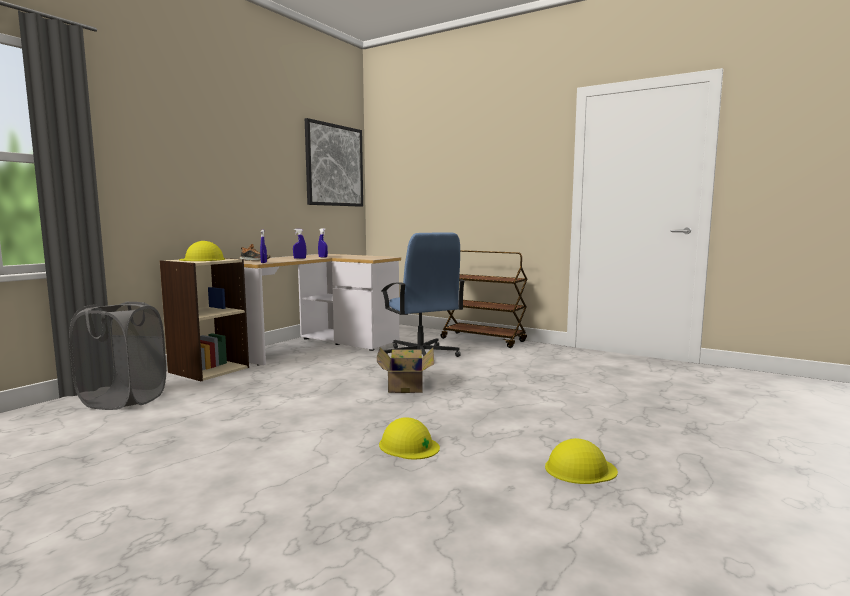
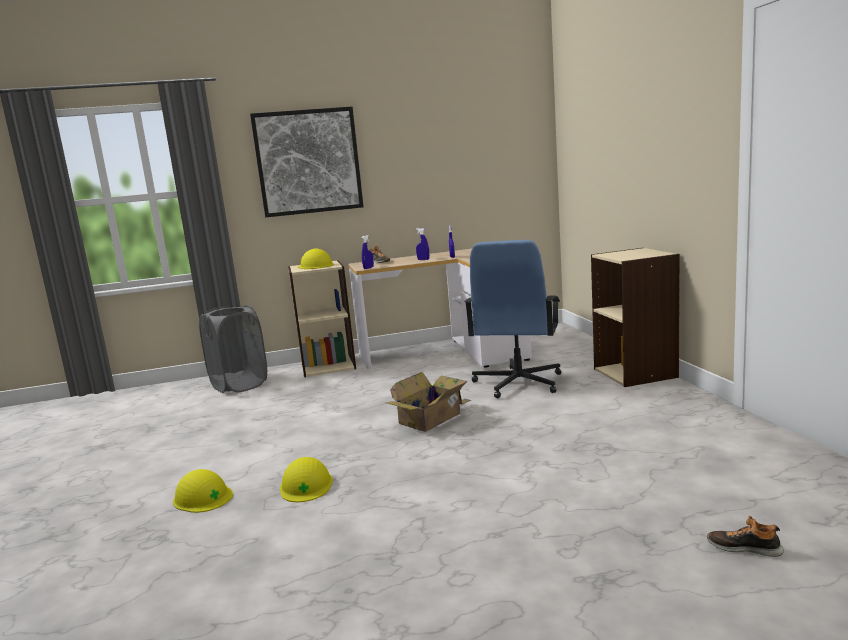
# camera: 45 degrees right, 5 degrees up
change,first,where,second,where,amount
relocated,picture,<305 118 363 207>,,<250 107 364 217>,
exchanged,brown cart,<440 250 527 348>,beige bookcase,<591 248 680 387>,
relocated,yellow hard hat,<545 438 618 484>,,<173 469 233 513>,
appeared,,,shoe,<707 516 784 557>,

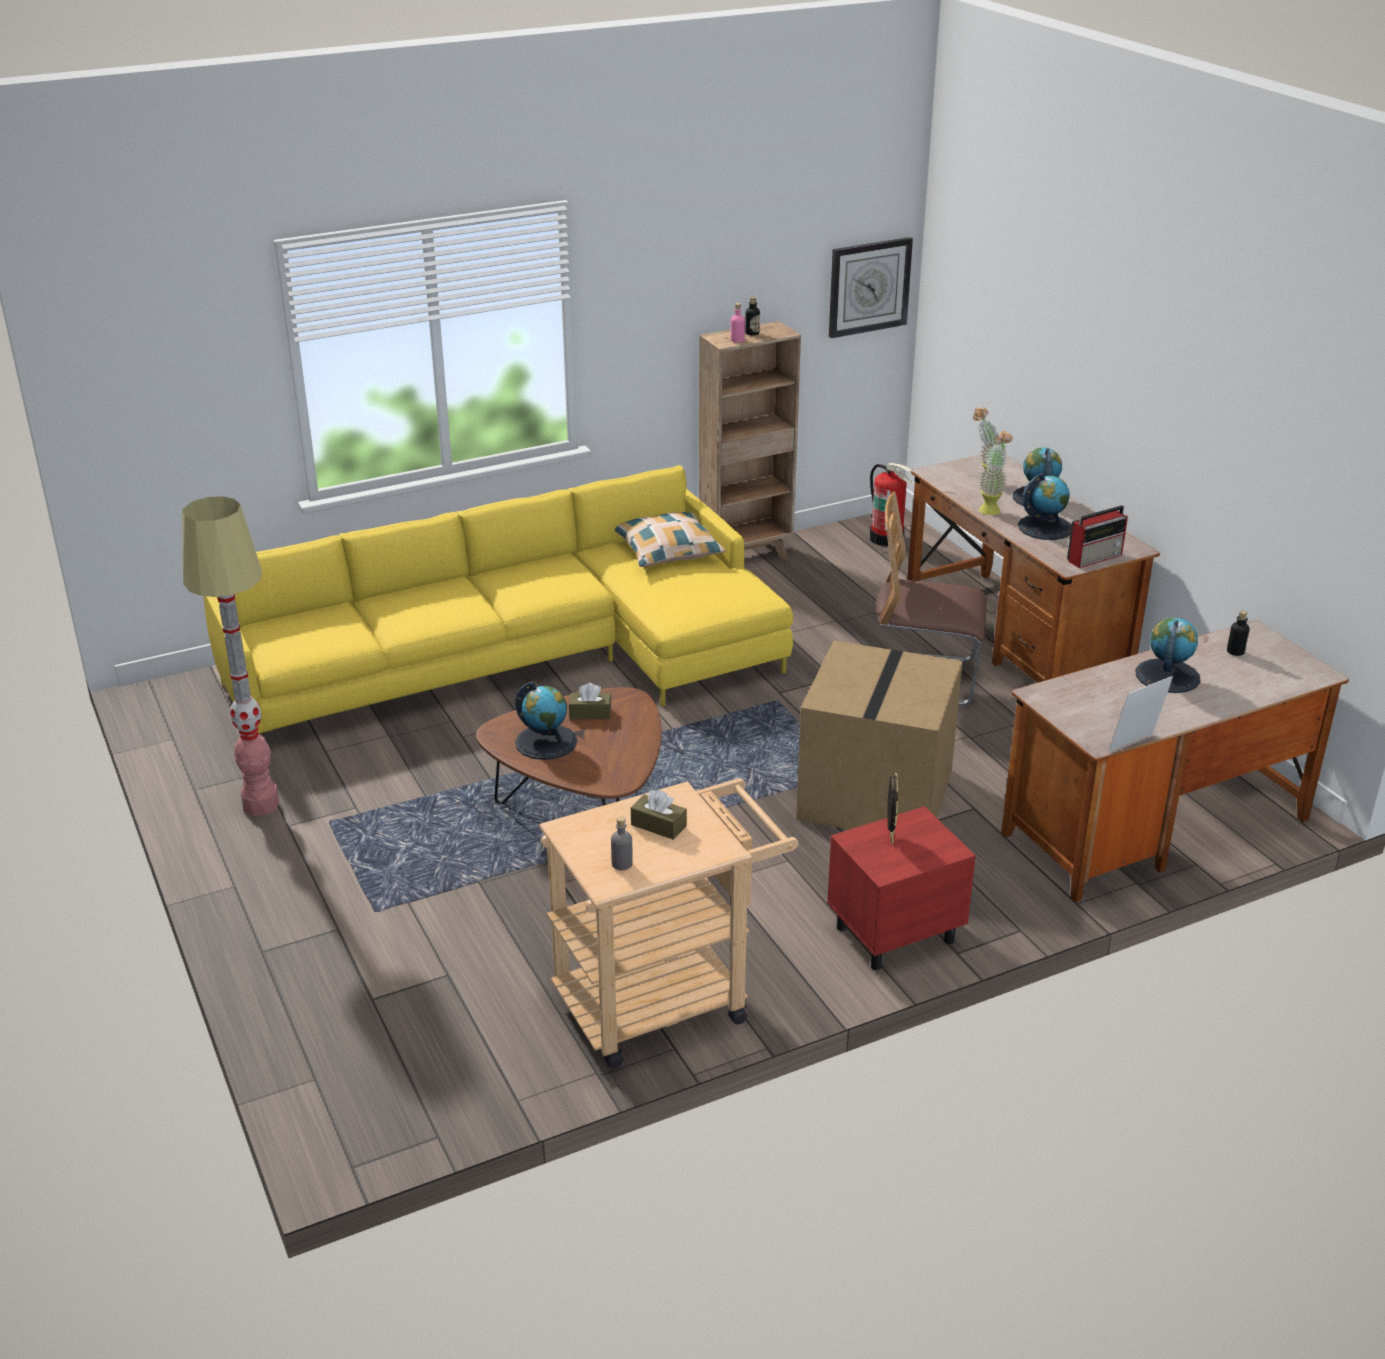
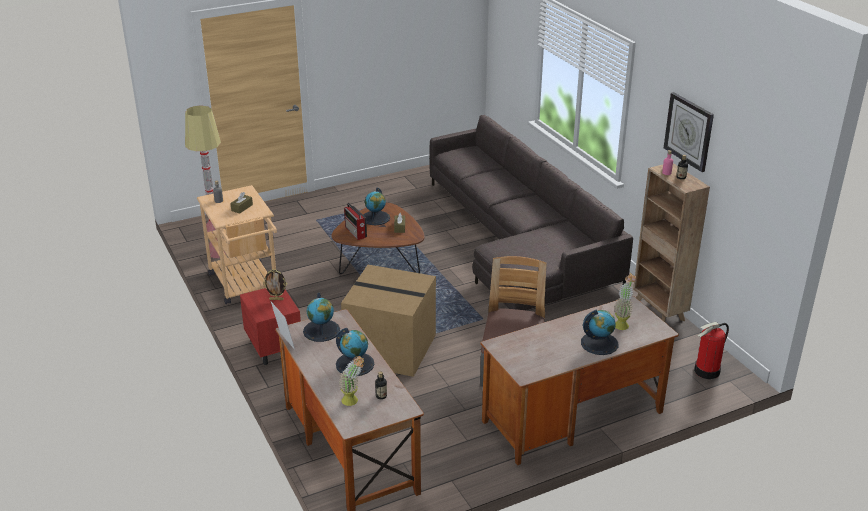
# camera: 90 degrees right, 0 degrees up
change,first,where,second,where,amount
relocated,floor lamp,<182 496 280 816>,,<185 105 226 258>,
colour,yellow sofa,<204 465 793 734>,grey sofa,<429 115 633 310>,
missing,pillow,<615 512 726 567>,,,
relocated,wall clock,<829 237 913 338>,,<664 92 714 172>,
relocated,potted plant,<979 430 1013 515>,,<339 356 365 406>,
relocated,globe,<1018 473 1072 540>,,<303 293 340 342>,
relocated,radio,<1067 505 1128 568>,,<344 203 367 240>,

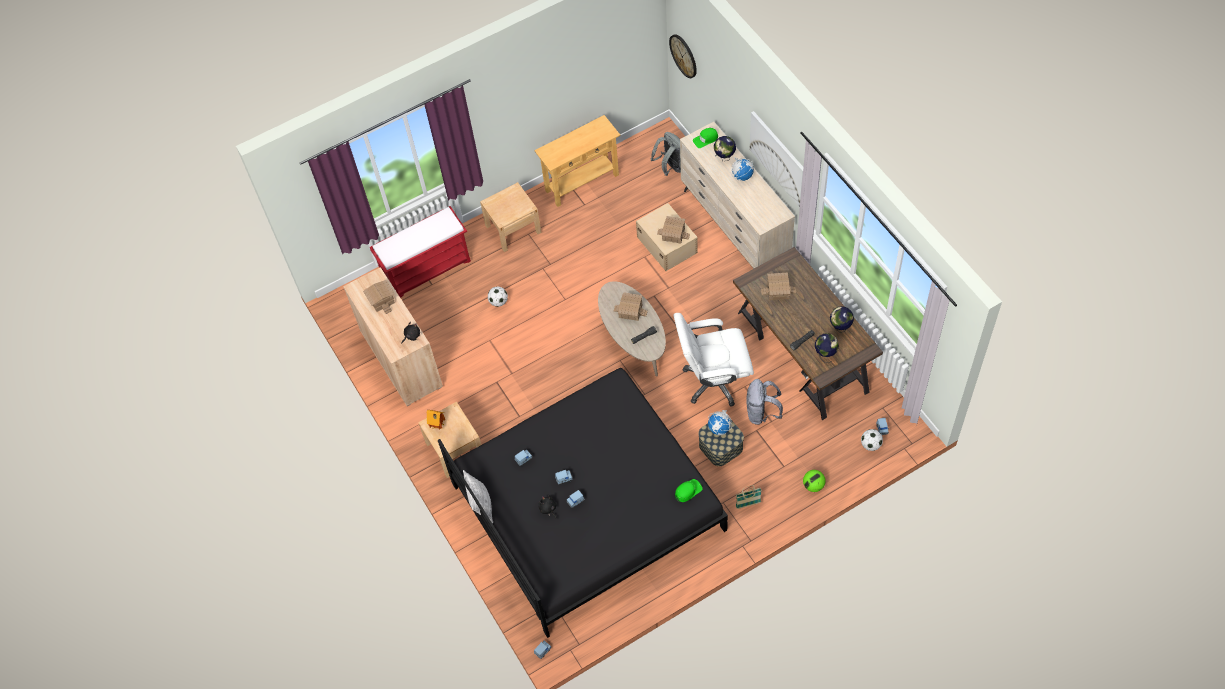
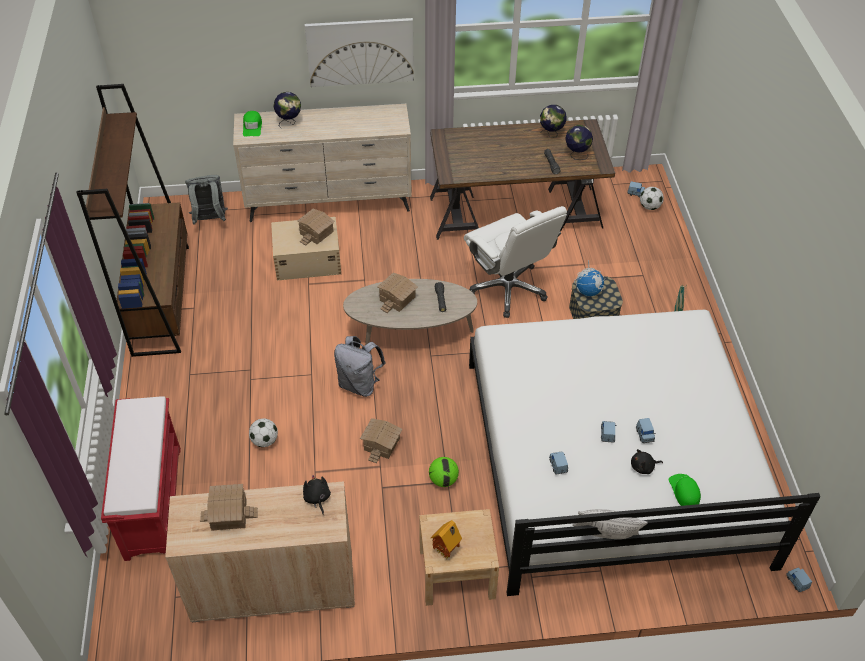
# camera: 70 degrees left, 10 degrees down
change,first,where,second,where,amount
colour,black bed,<438 368 728 638>,white bed,<469 310 820 596>,
missing,beige nightstand,<480 182 541 252>,,,
exchanged,beige console table,<534 115 620 207>,brown bookcase,<76 84 189 357>,
missing,wall clock,<669 34 697 78>,,,
spun,white office chair,<674 313 754 407>,,<464 206 567 318>,45 degrees counterclockwise
relocated,green cap,<675 479 703 502>,,<669 474 701 506>,
missing,globe,<731 157 754 181>,,,
relocated,grey backpack,<746 379 783 425>,,<334 336 386 397>,
relocated,toy house,<761 273 796 300>,,<360 418 403 463>,
relocated,football,<803 470 826 492>,,<429 457 459 487>,

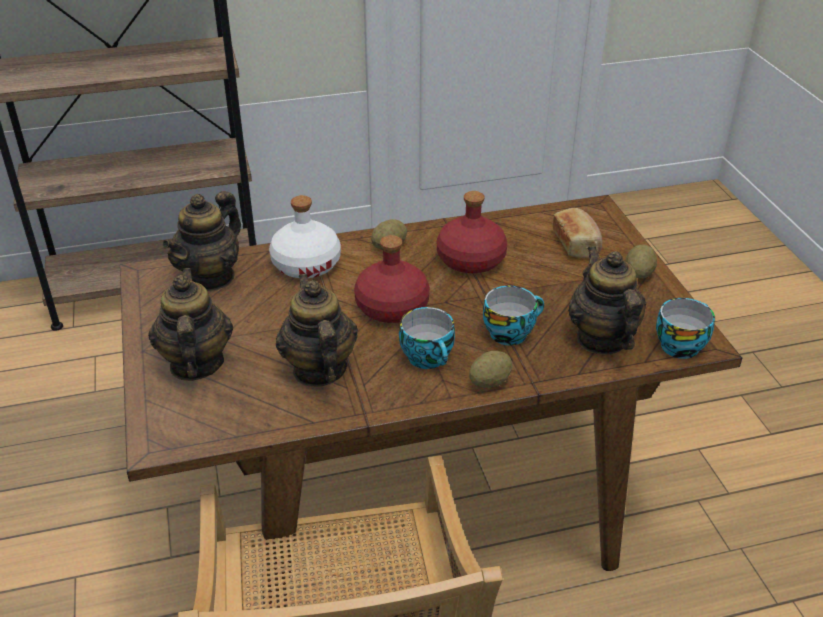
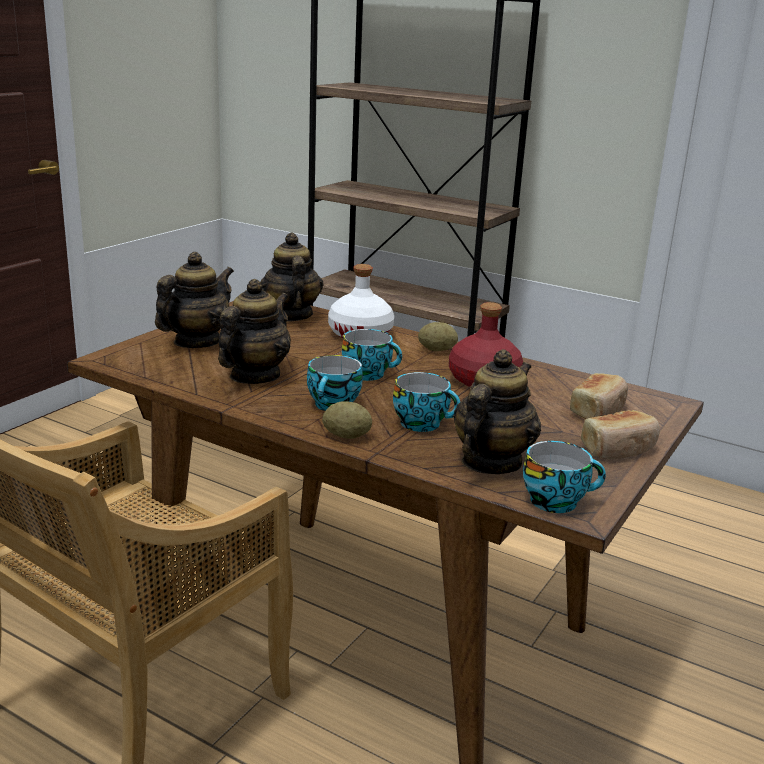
# camera: 45 degrees right, 15 degrees down
change,first,where,second,where,amount
spun,teapot,<162 191 241 292>,,<260 233 324 321>,90 degrees clockwise
exchanged,red bottle,<354 235 430 323>,cup,<342 329 402 381>,
exchanged,potato,<626 244 657 278>,bread,<581 410 660 459>,

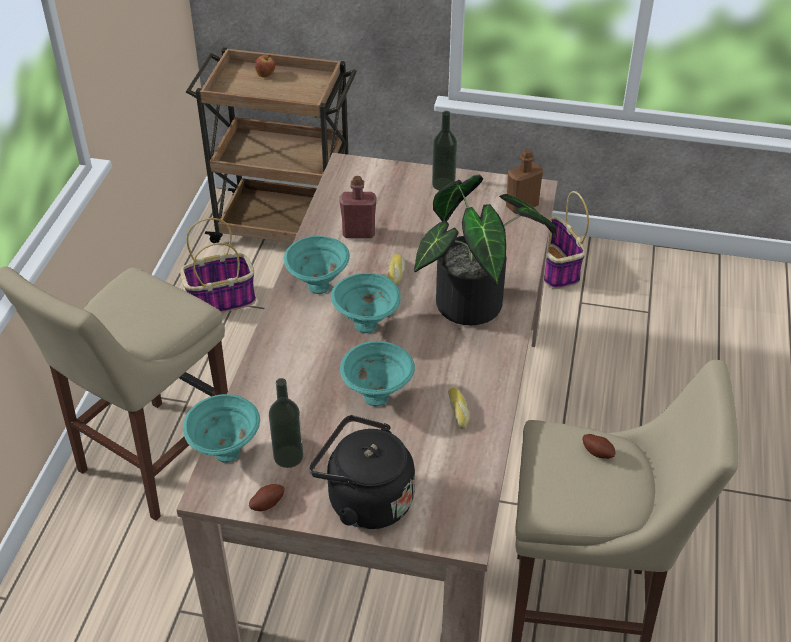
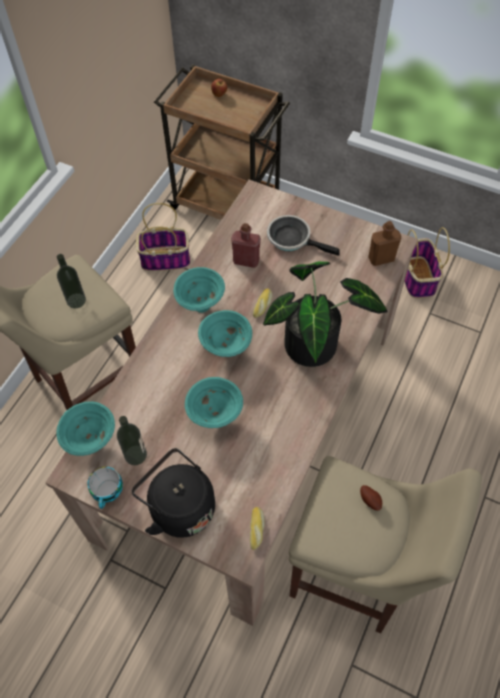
# camera: 15 degrees right, 15 degrees up
change,first,where,second,where,amount
exchanged,potato,<249 484 285 511>,cup,<88 467 123 509>,
relocated,bottle,<432 111 457 191>,,<57 254 86 308>,
relocated,bread,<448 388 470 429>,,<250 507 265 550>,
appeared,,,frying pan,<267 215 340 256>,

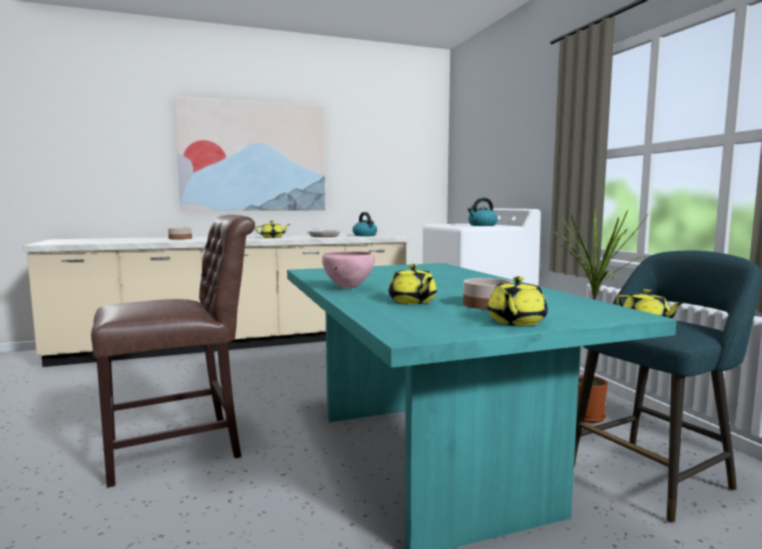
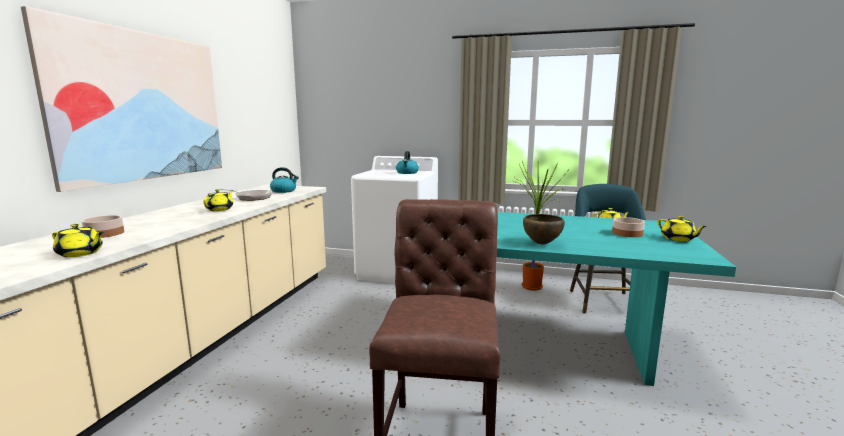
# camera: 55 degrees left, 5 degrees up
change,first,where,second,where,amount
colour,pink bowl,<322 251 375 289>,brown bowl,<523 214 565 244>,
relocated,yellow teapot,<389 264 437 304>,,<52 224 104 257>,

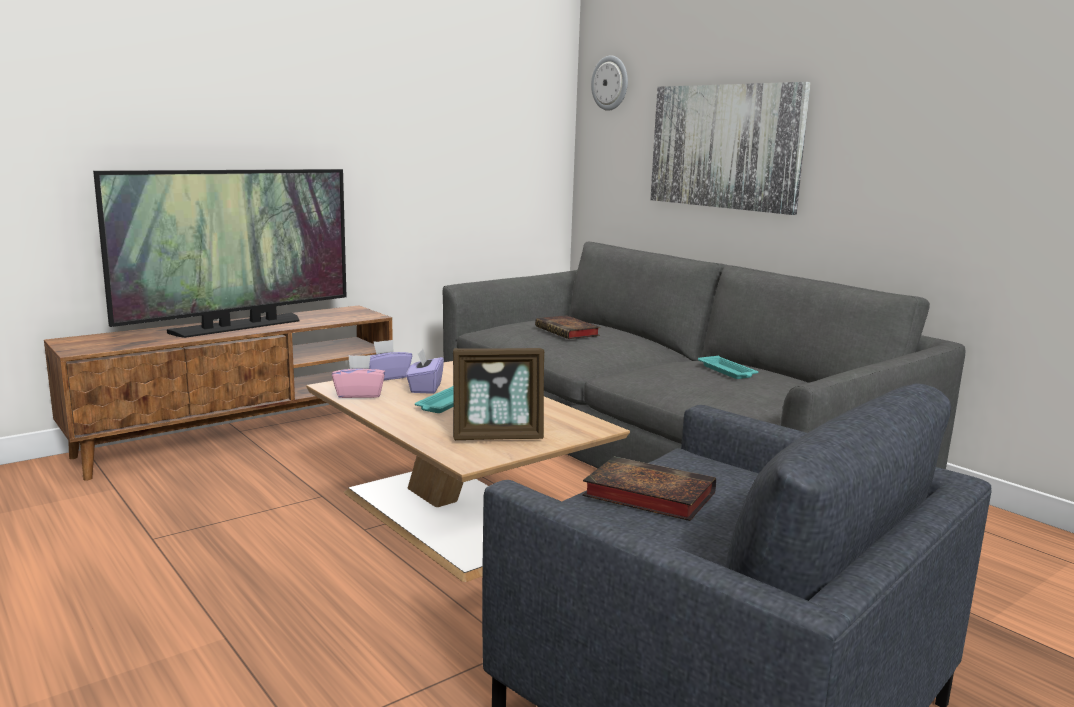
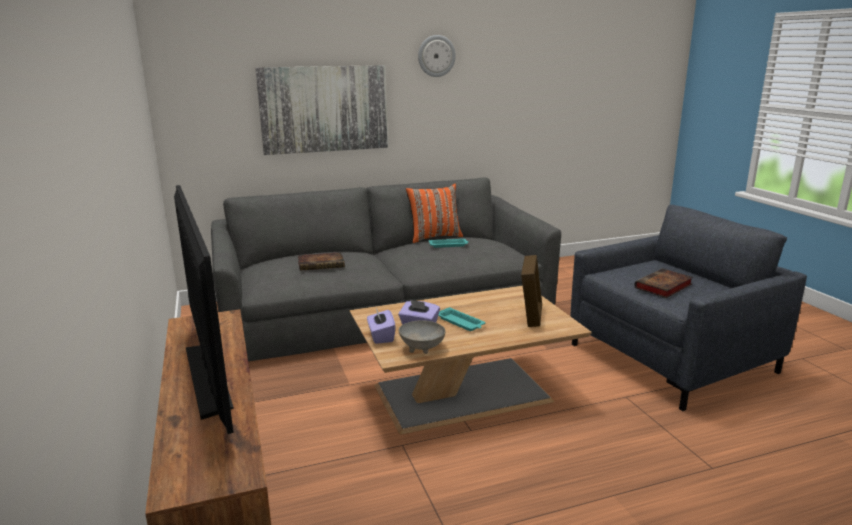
# camera: 70 degrees left, 5 degrees up
change,first,where,second,where,amount
exchanged,pink tissue box,<332 355 385 398>,grey bowl,<399 320 445 354>,
relocated,wall clock,<591 55 628 111>,,<418 35 456 77>,
appeared,,,orange pillow,<406 183 463 243>,

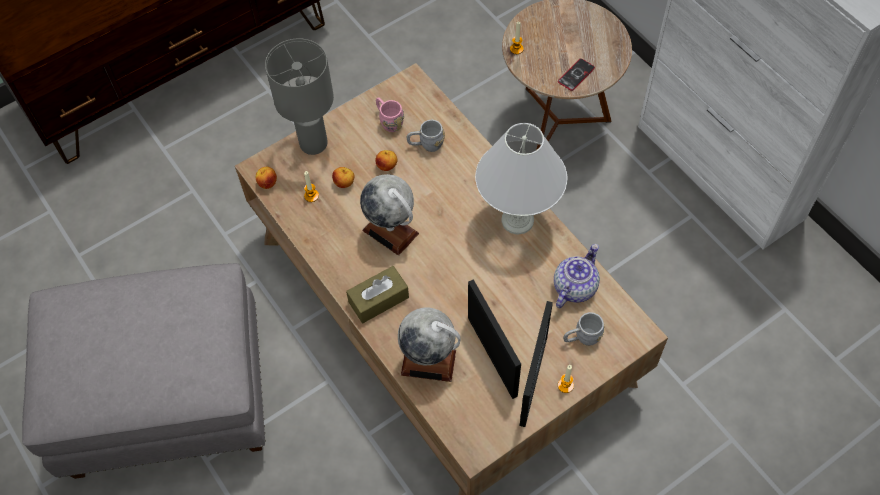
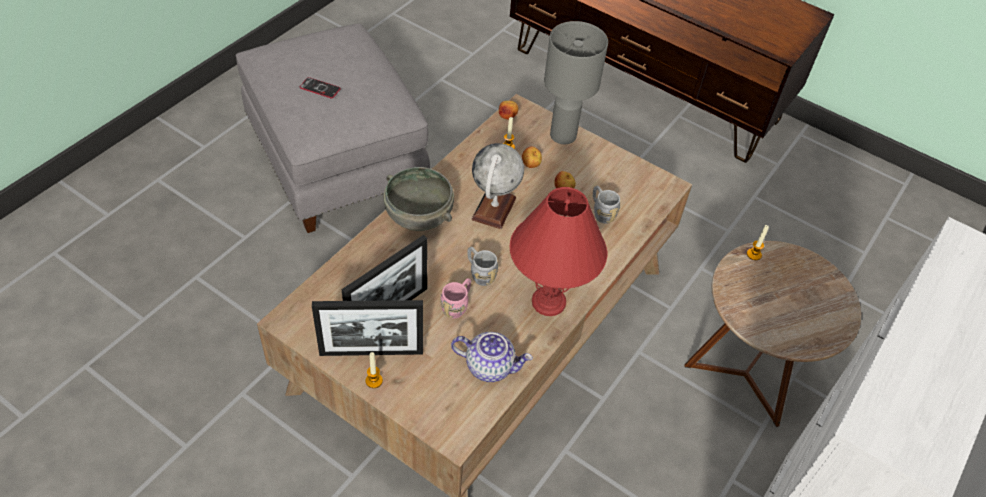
# camera: 65 degrees right, 10 degrees down
change,first,where,second,where,amount
exchanged,brown tissue box,<346 266 409 323>,grey bowl,<384 167 454 231>,
relocated,pink mug,<376 97 404 132>,,<440 278 471 319>,
missing,globe,<398 307 461 382>,,,
colour,white table lamp,<475 123 568 235>,red table lamp,<510 187 607 316>,
relocated,phone,<558 58 595 91>,,<300 77 341 99>,
relocated,grey mug,<563 312 604 346>,,<467 247 499 286>,

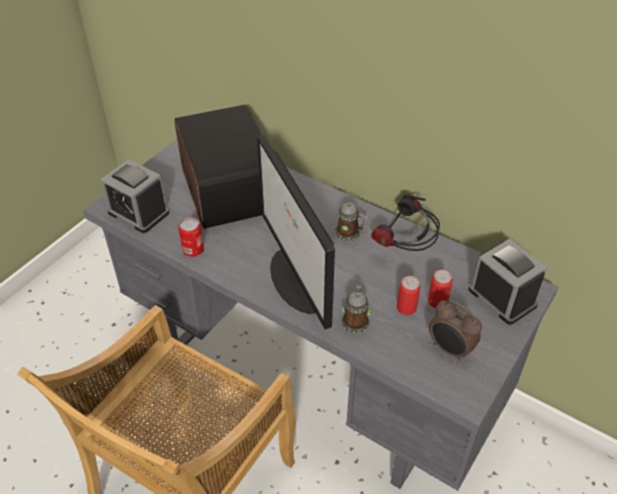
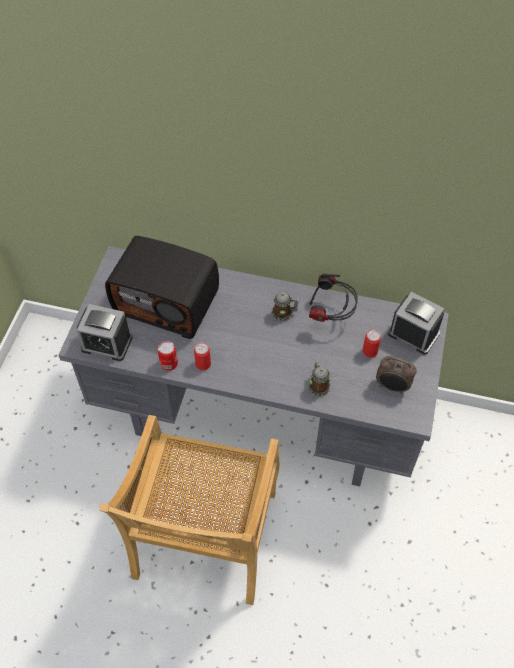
# camera: 20 degrees left, 10 degrees up
change,first,where,second,where,amount
spun,radio,<174 105 262 229>,,<105 236 219 339>,150 degrees clockwise
missing,monitor,<257 135 335 330>,,,
relocated,can,<397 276 421 315>,,<194 342 211 370>,

